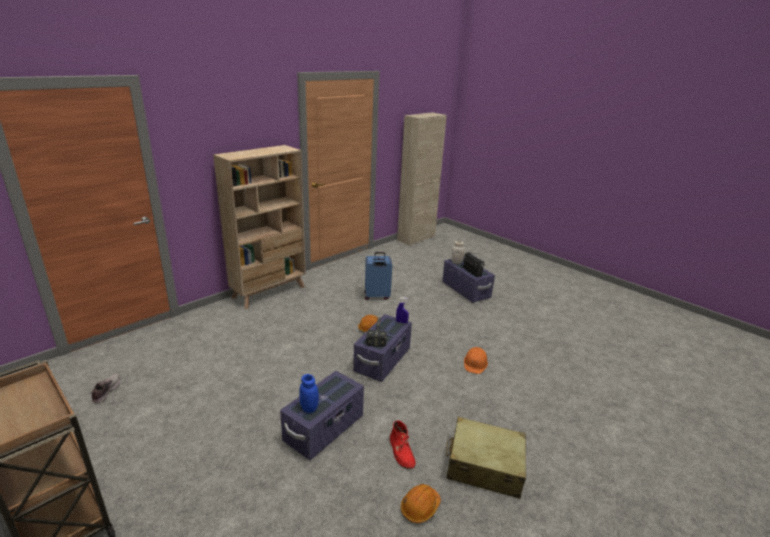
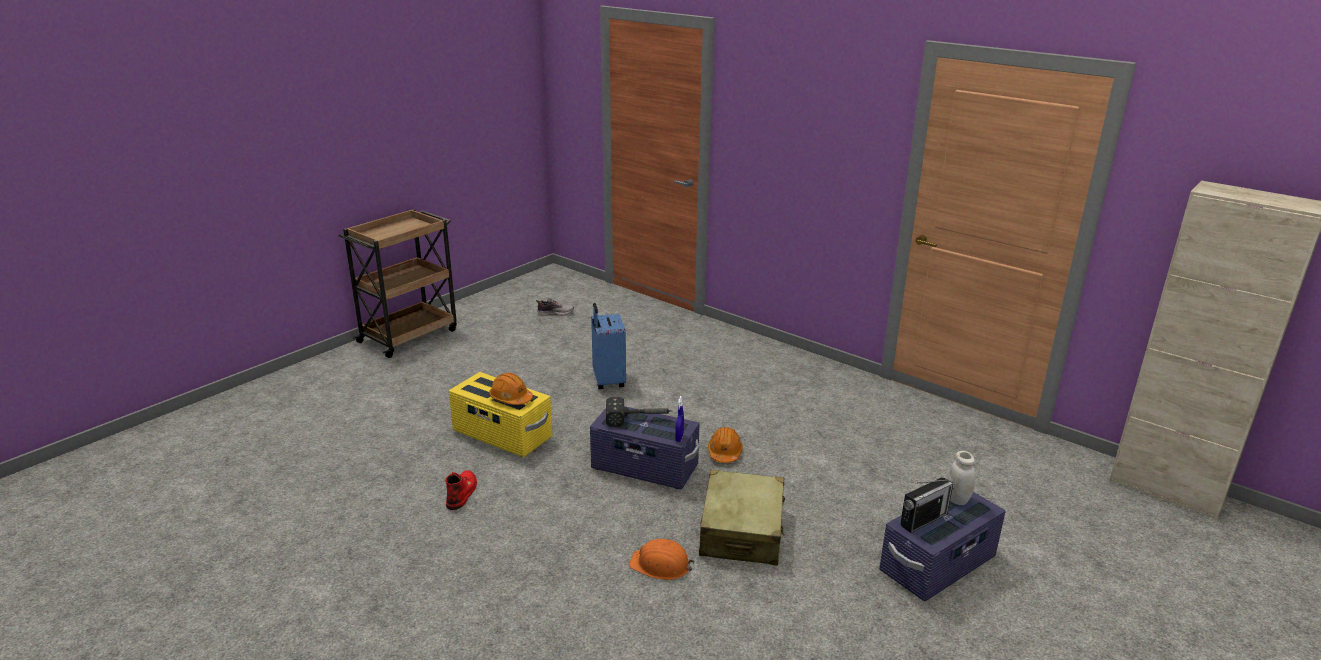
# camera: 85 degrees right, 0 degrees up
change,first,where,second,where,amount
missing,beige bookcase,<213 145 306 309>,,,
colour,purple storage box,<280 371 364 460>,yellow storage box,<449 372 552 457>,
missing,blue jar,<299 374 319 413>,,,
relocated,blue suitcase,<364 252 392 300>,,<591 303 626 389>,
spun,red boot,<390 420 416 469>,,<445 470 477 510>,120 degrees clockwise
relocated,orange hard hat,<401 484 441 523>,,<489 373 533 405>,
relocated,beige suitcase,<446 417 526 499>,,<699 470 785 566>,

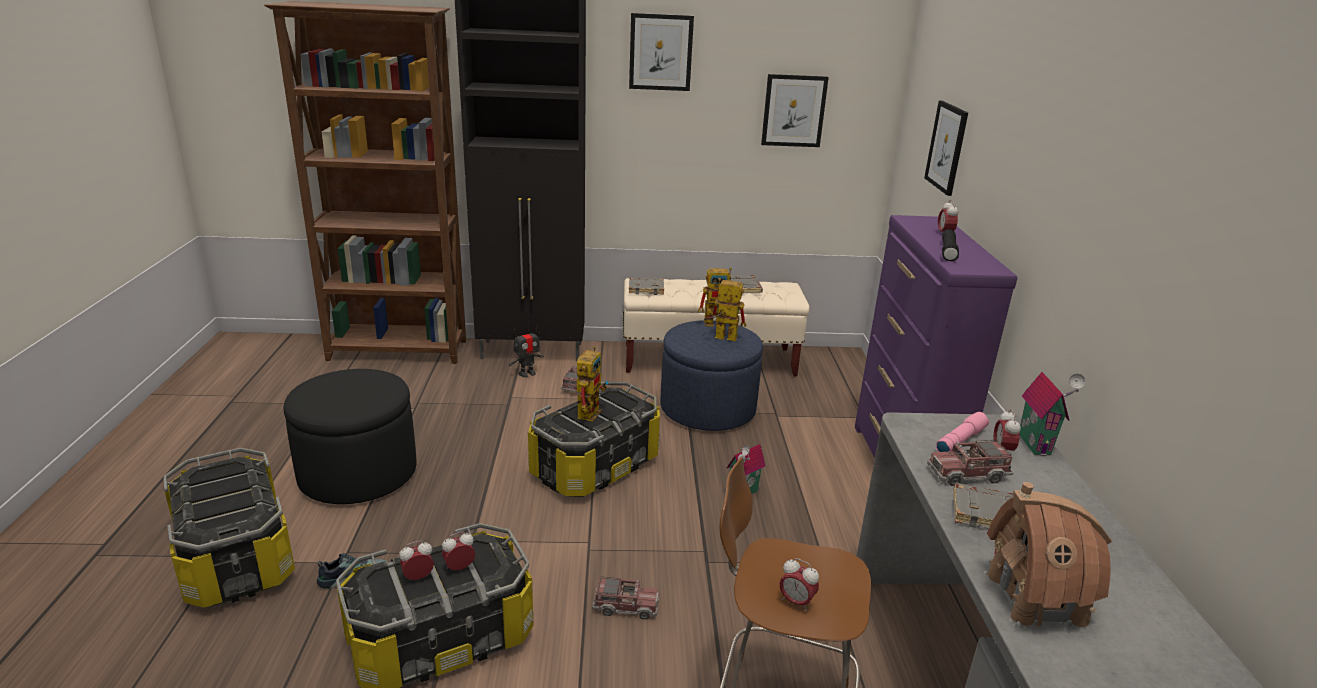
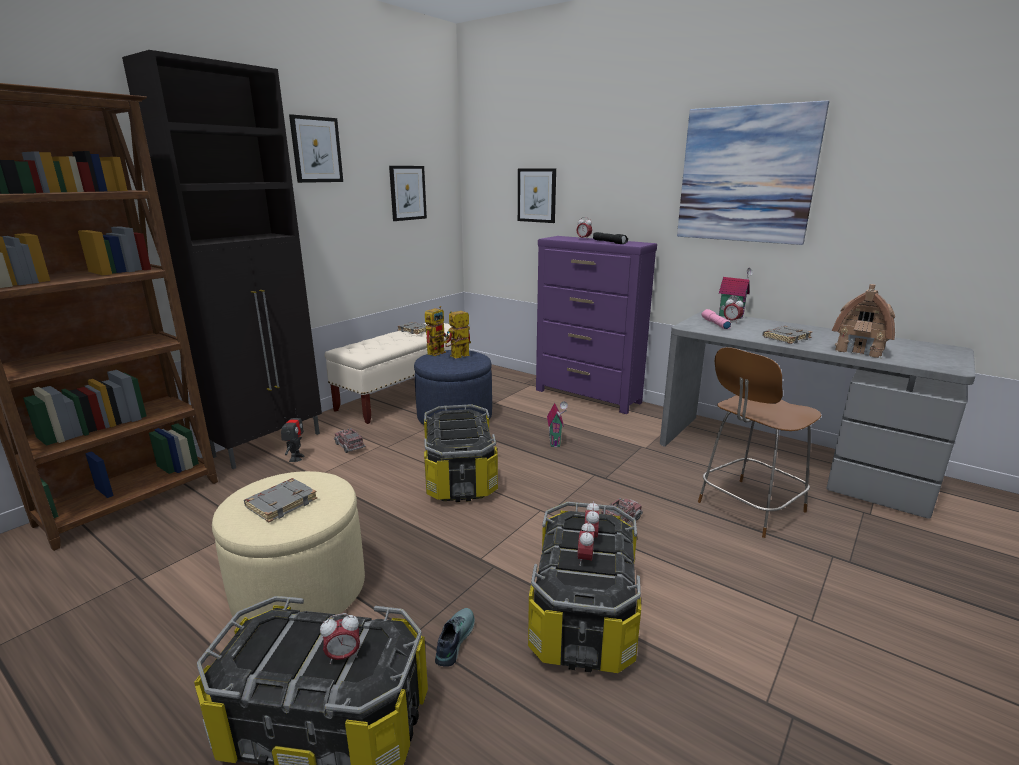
# camera: 50 degrees left, 5 degrees down
change,first,where,second,where,amount
colour,black ottoman,<283 369 417 504>,beige ottoman,<212 471 365 624>,
missing,toy robot,<577 346 608 422>,,,
relocated,grey book,<629 278 664 295>,,<244 478 317 522>,
relocated,alarm clock,<780 558 819 611>,,<320 613 360 664>,
missing,toy truck,<927 440 1013 486>,,,
appeared,,,picture,<677 100 829 245>,

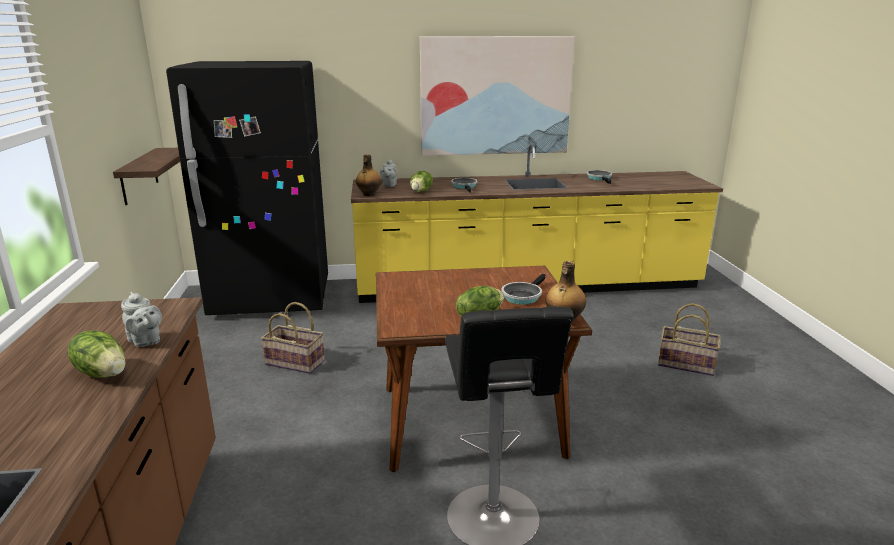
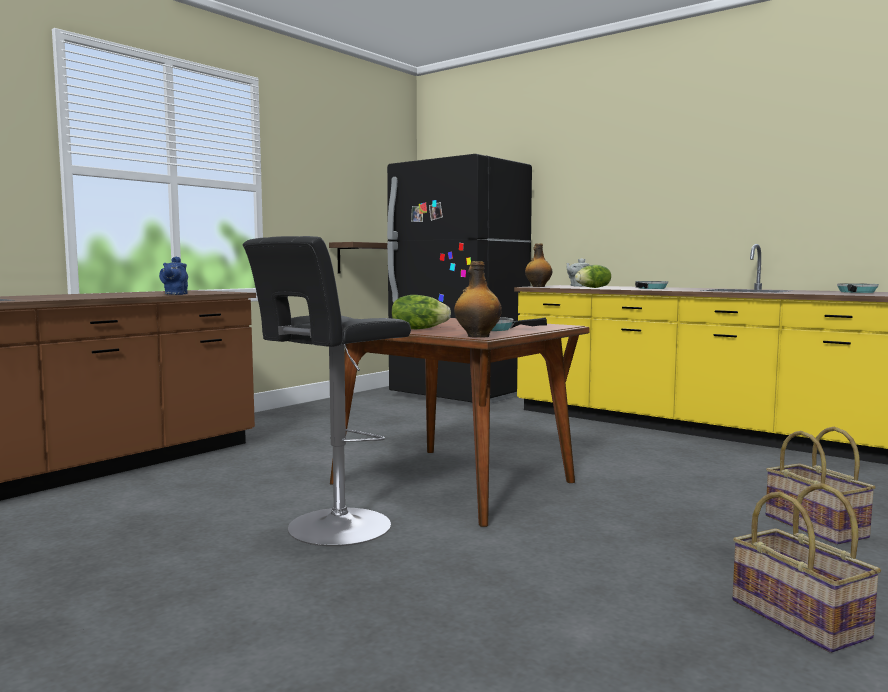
# camera: 45 degrees right, 15 degrees down
change,first,where,second,where,amount
missing,lettuce,<68 330 126 378>,,,
colour,grey teapot,<121 292 162 347>,blue teapot,<159 256 188 295>,
relocated,basket,<261 302 325 374>,,<732 483 881 653>,
missing,picture,<420 36 575 156>,,,

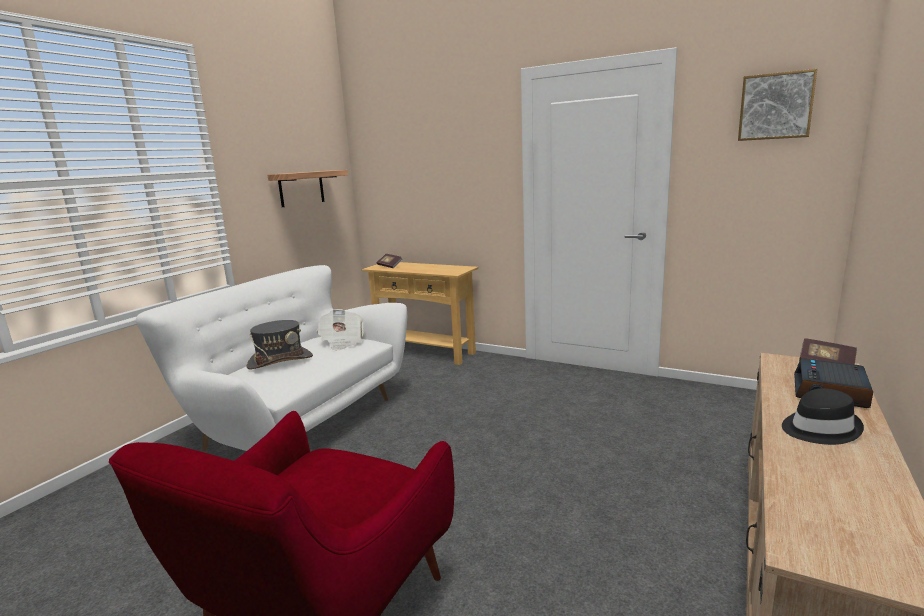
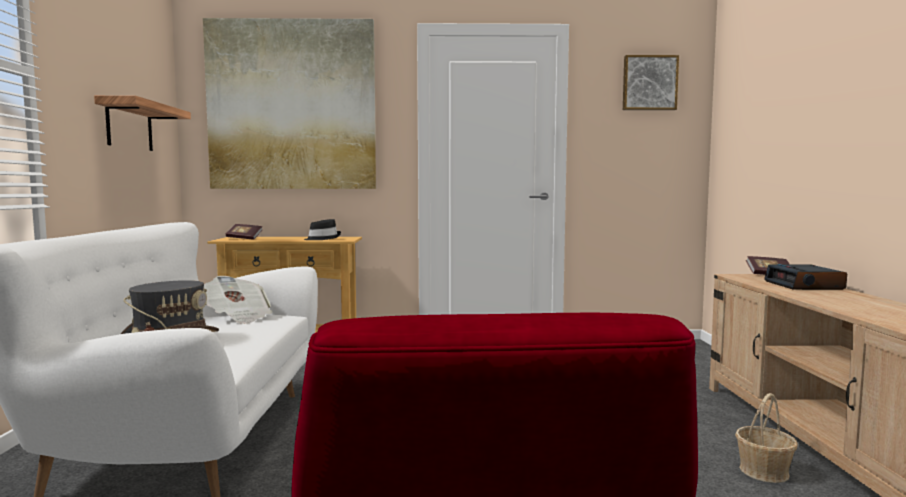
# camera: 30 degrees left, 10 degrees down
change,first,where,second,where,amount
relocated,black hat,<782 388 864 445>,,<304 219 341 240>,
appeared,,,picture,<203 18 376 189>,
appeared,,,basket,<735 393 798 483>,

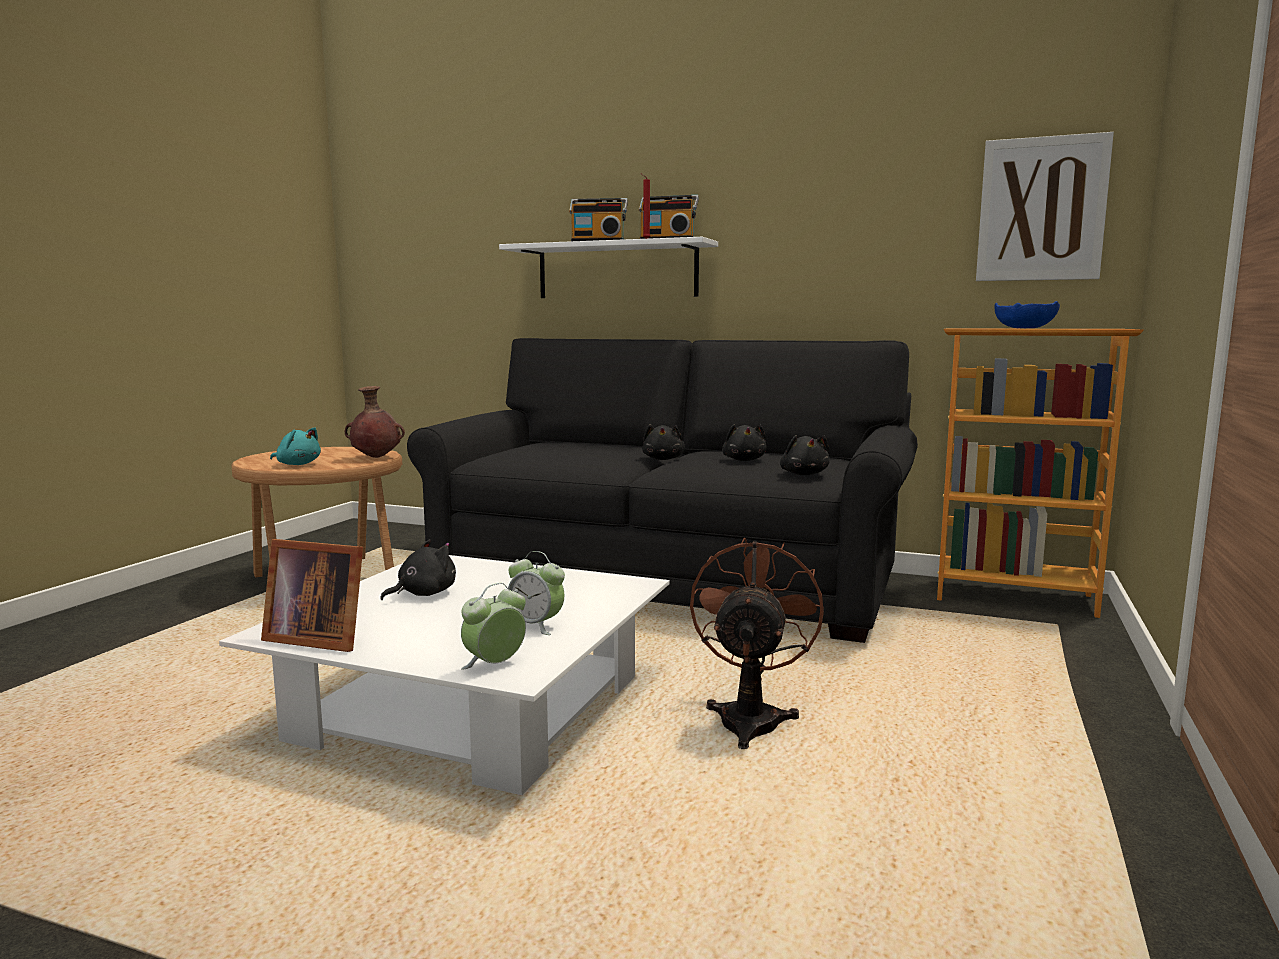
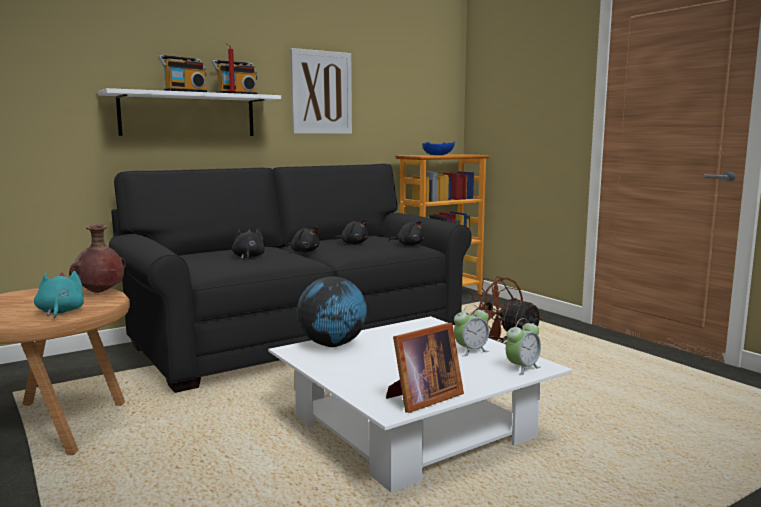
# camera: 55 degrees left, 0 degrees up
change,first,where,second,where,amount
spun,turquoise plush toy,<270 427 321 465>,,<34 271 84 318>,75 degrees counterclockwise
relocated,black plush toy,<380 539 456 600>,,<232 229 265 260>,
spun,alarm clock,<461 583 526 670>,,<506 318 541 375>,120 degrees counterclockwise
relocated,picture,<976 132 1114 281>,,<290 48 352 134>,
appeared,,,globe,<297 276 367 347>,

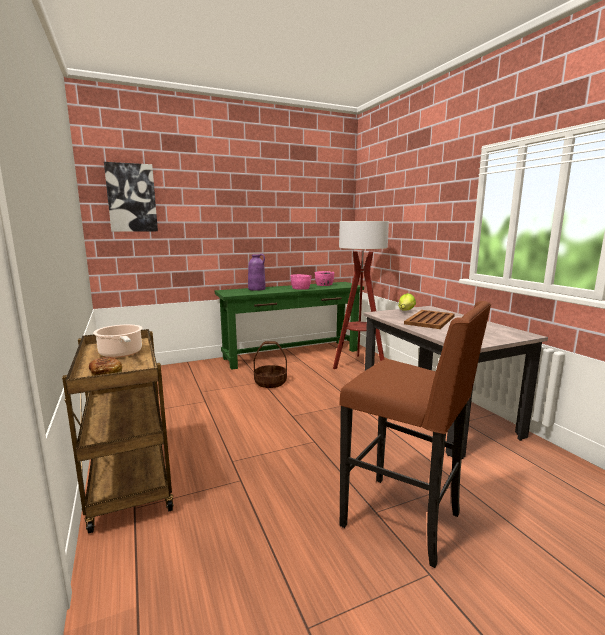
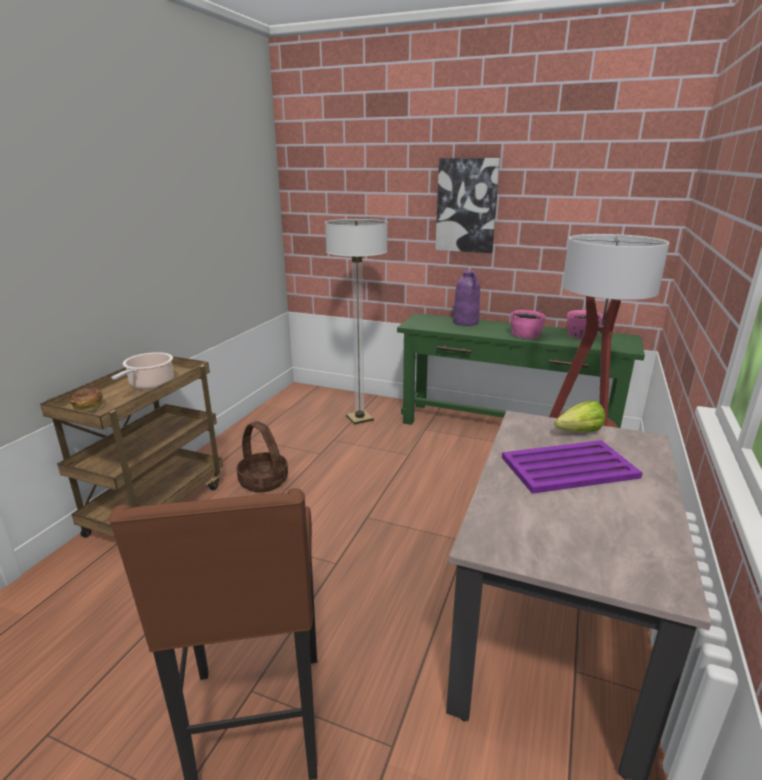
# camera: 45 degrees right, 10 degrees up
change,first,where,second,where,amount
relocated,picture,<104 162 158 232>,,<435 158 500 253>,
relocated,basket,<254 341 287 388>,,<236 421 288 492>,
colour,brown tray,<404 310 455 329>,purple tray,<502 440 642 494>,
appeared,,,floor lamp,<325 219 388 425>,

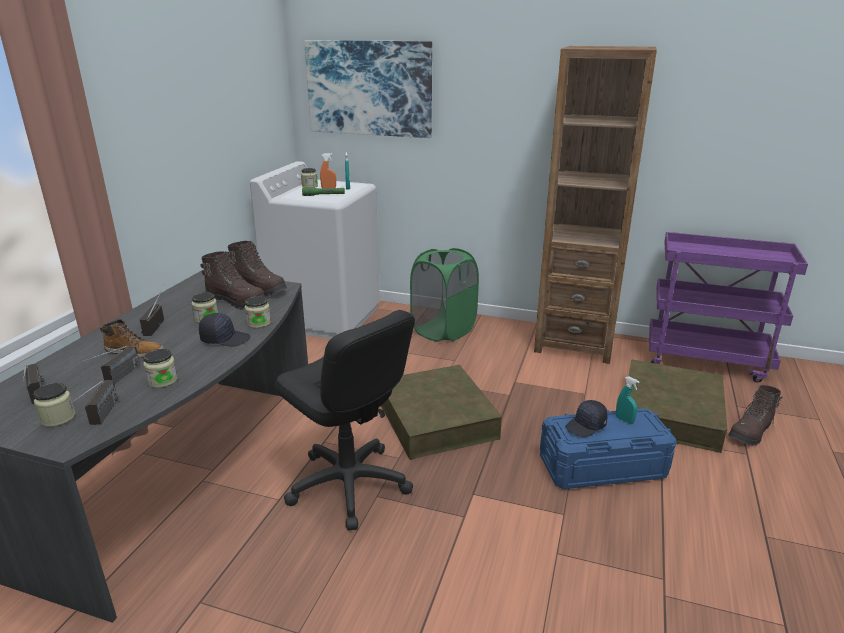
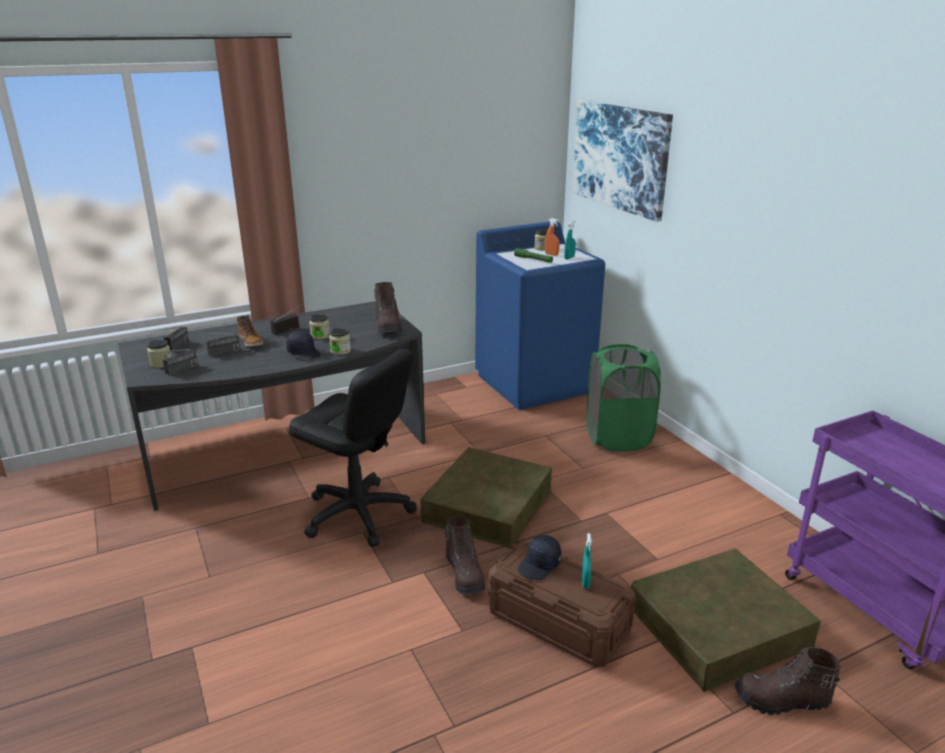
# camera: 45 degrees right, 0 degrees up
change,first,where,second,where,amount
missing,jar,<143 349 178 388>,,,
relocated,brown boot,<201 251 266 310>,,<444 516 485 595>,
colour,white washing machine,<250 161 380 339>,blue washing machine,<475 221 605 410>,
spun,black office chair,<275 310 415 531>,,<289 349 417 547>,60 degrees counterclockwise
missing,brown bookcase,<534 46 657 364>,,,
colour,blue storage box,<540 408 676 489>,brown storage box,<488 542 636 668>,
spun,black cap,<565 400 608 437>,,<518 535 561 580>,60 degrees counterclockwise

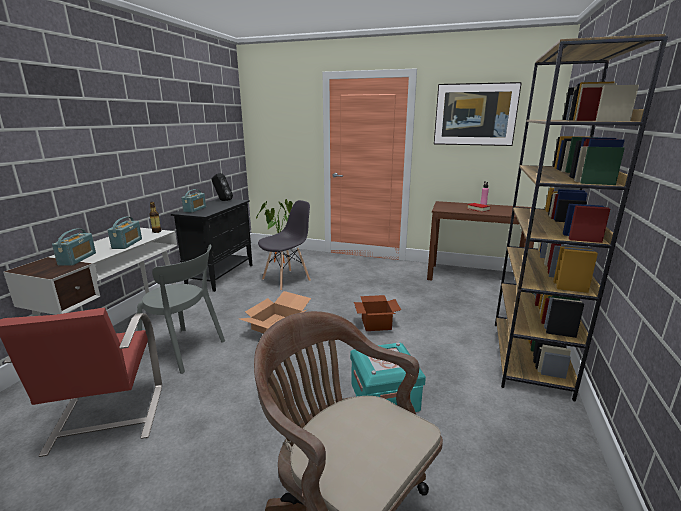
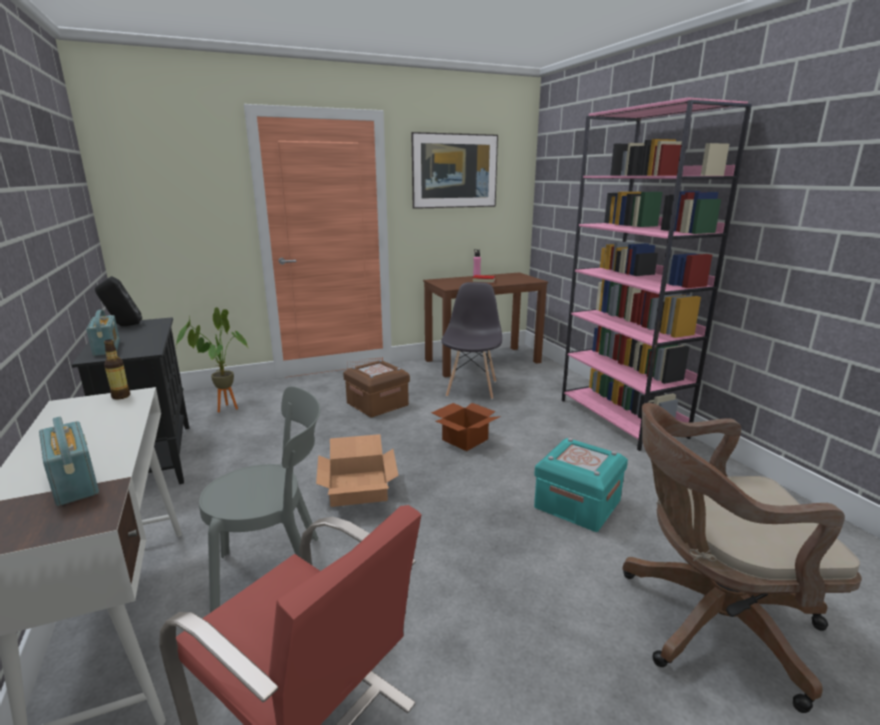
# camera: 40 degrees left, 0 degrees up
change,first,where,second,where,amount
missing,radio,<108 217 142 249>,,,
relocated,grey chair,<258 200 311 291>,,<441 282 502 400>,
colour,brown bookcase,<495 34 668 402>,pink bookcase,<562 97 752 451>,
appeared,,,brown storage box,<343 360 410 418>,

